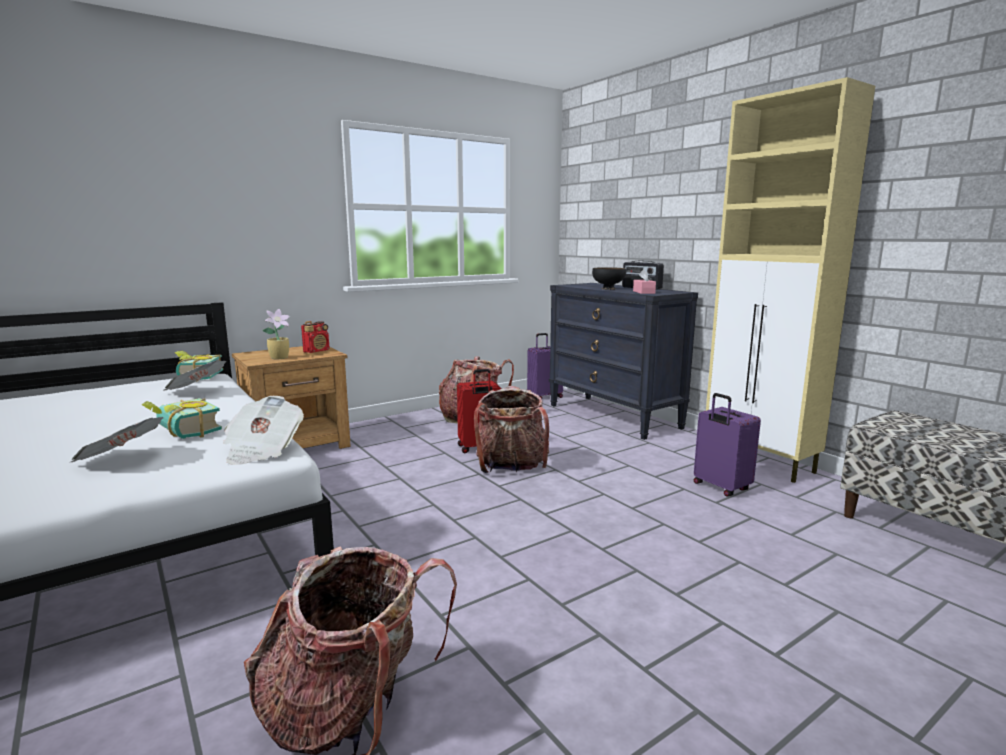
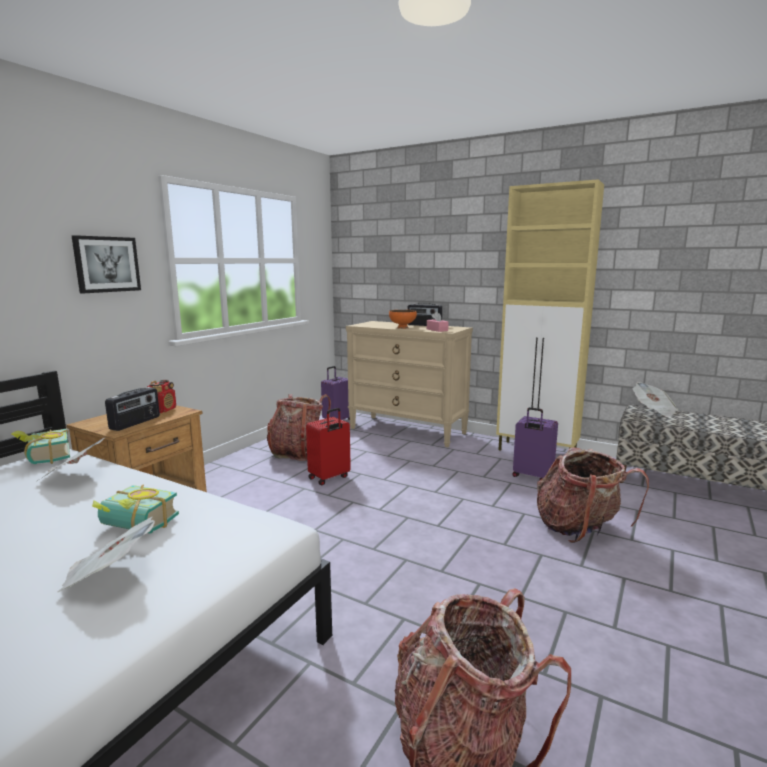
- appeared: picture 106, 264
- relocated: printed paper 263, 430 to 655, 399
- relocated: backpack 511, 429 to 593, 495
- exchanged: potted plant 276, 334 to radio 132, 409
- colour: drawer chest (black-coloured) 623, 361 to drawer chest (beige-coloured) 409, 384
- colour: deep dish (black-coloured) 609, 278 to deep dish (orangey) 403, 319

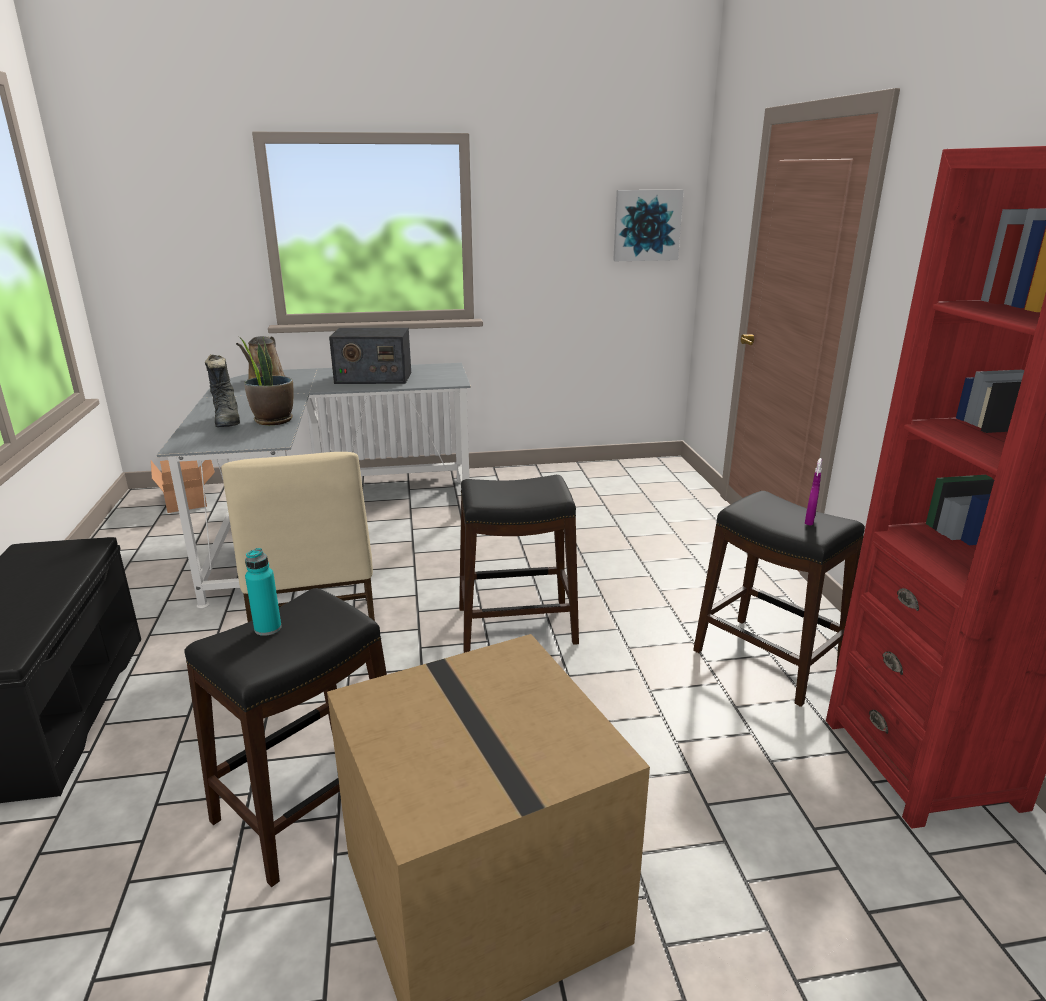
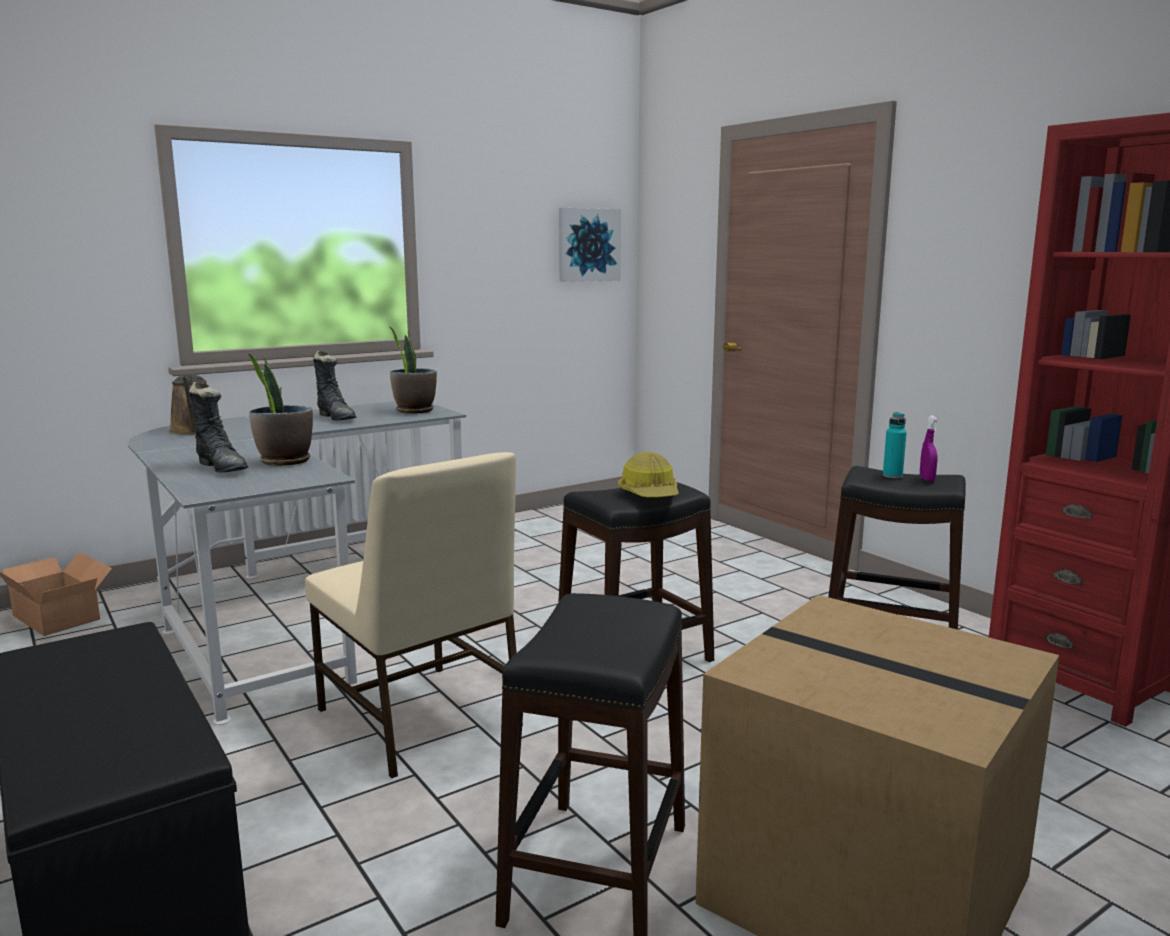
- appeared: potted plant 413, 370
- appeared: hard hat 648, 474
- relocated: drink bottle (turquoise) 263, 592 to 895, 445
- exchanged: radio 370, 356 to high-top boot (black-coloured) 334, 385

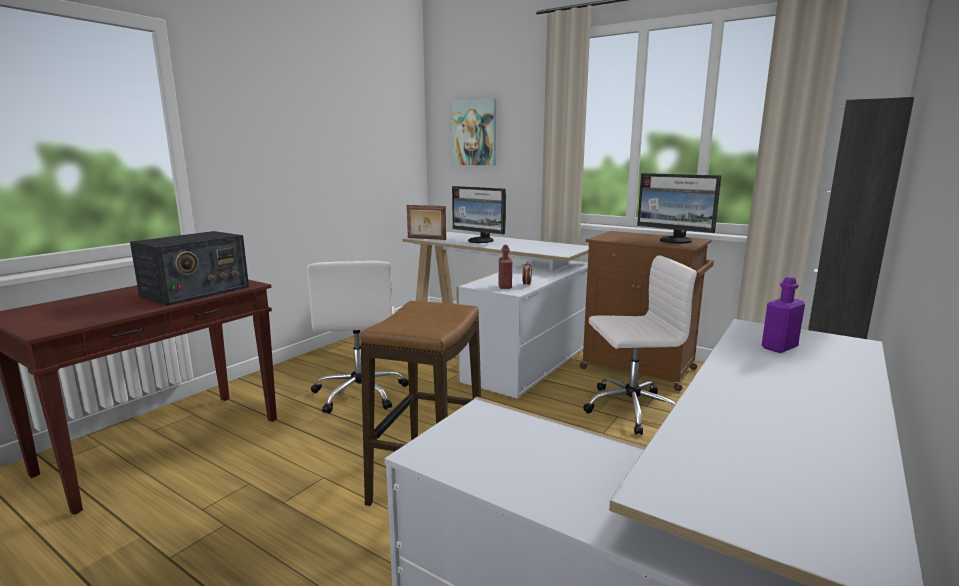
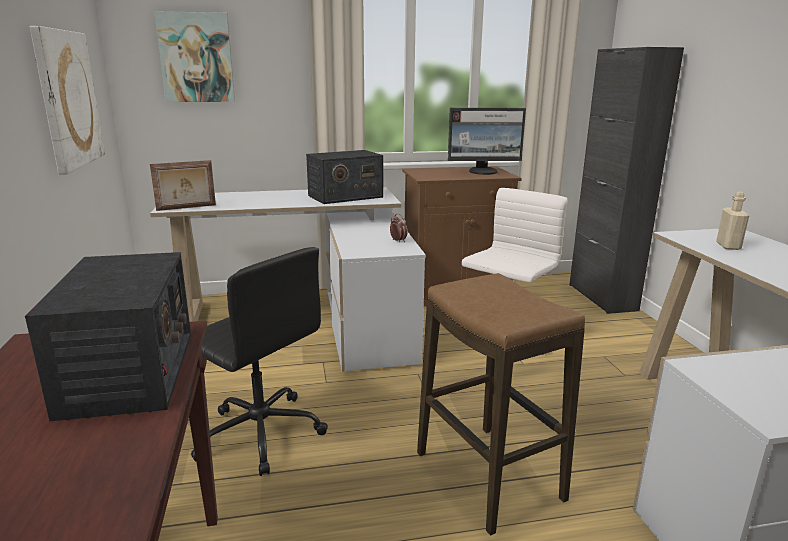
- missing: computer display 479, 214
- missing: drink bottle (red-coloured) 505, 267
- appeared: picture 67, 100
- appeared: radio 344, 177
- colour: office chair (white-coloured) 358, 337 to office chair (black-coloured) 259, 361
- colour: drink bottle (purple-coloured) 783, 315 to drink bottle (beige-coloured) 732, 221

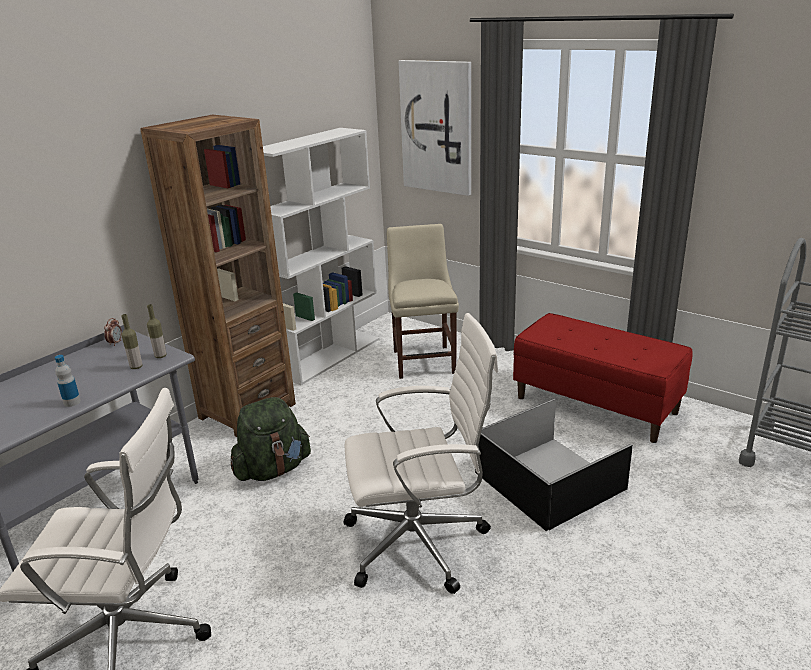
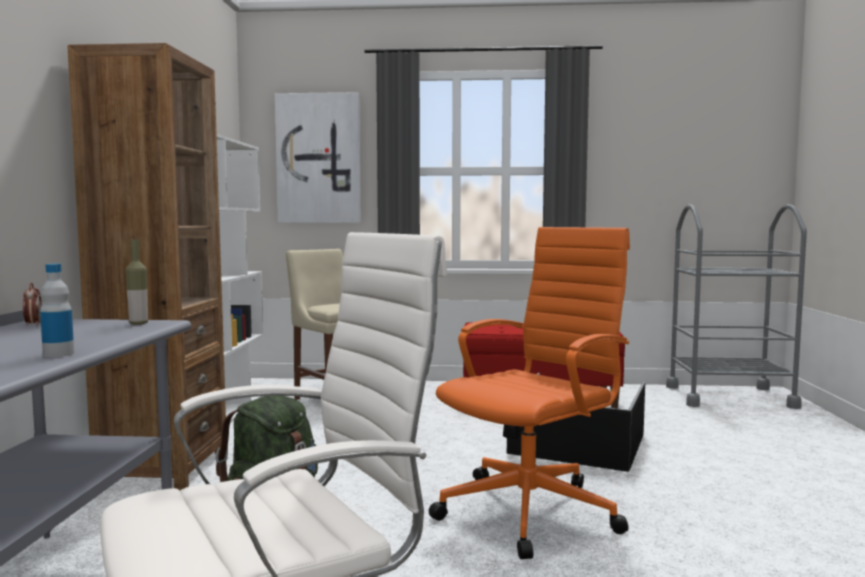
- missing: drink bottle 131, 341
- colour: office chair (white-coloured) 420, 453 to office chair (orangey) 529, 393

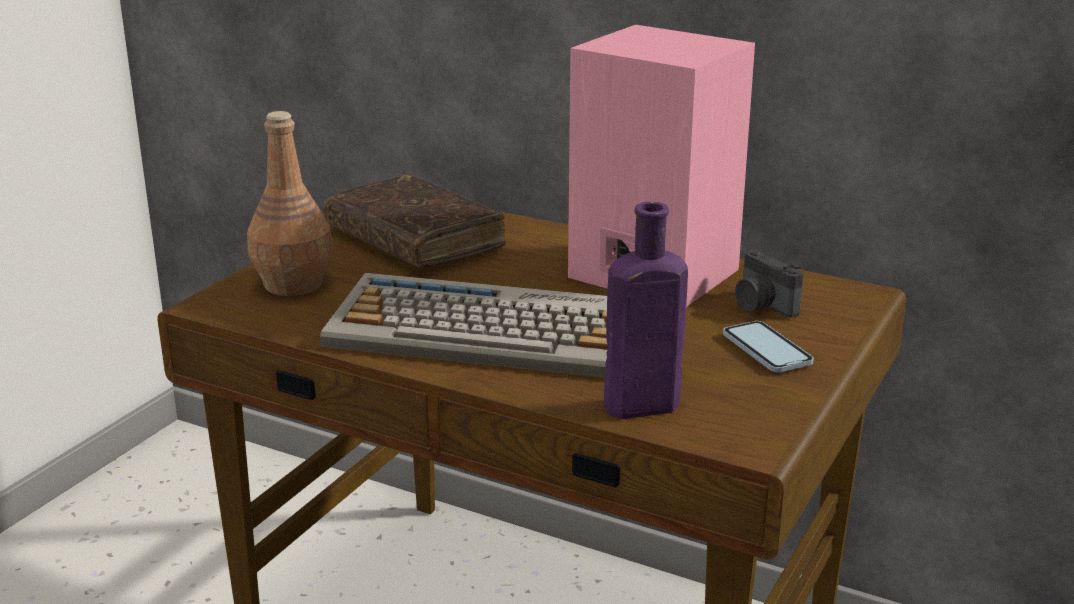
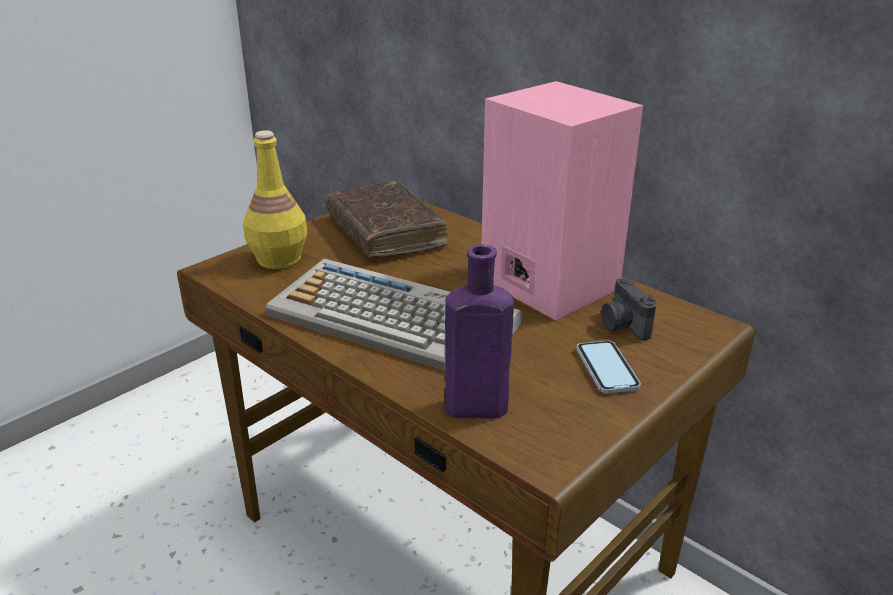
- colour: drink bottle (brown-coloured) 289, 203 to drink bottle (yellow-coloured) 275, 199

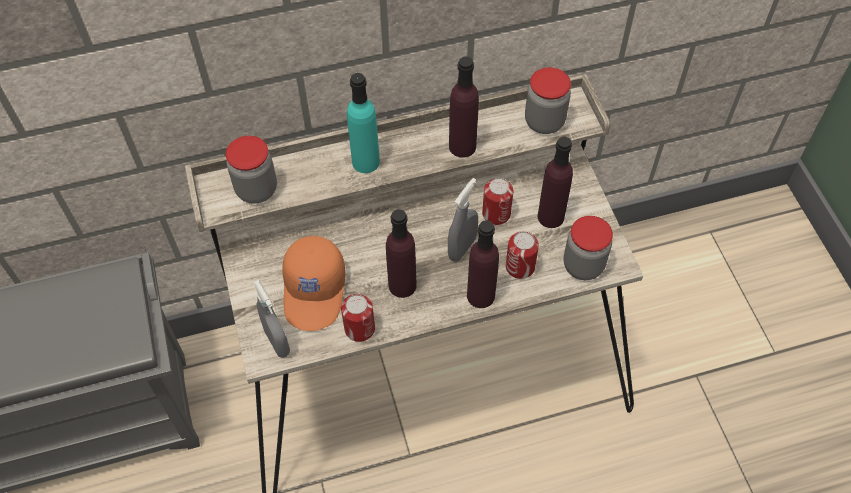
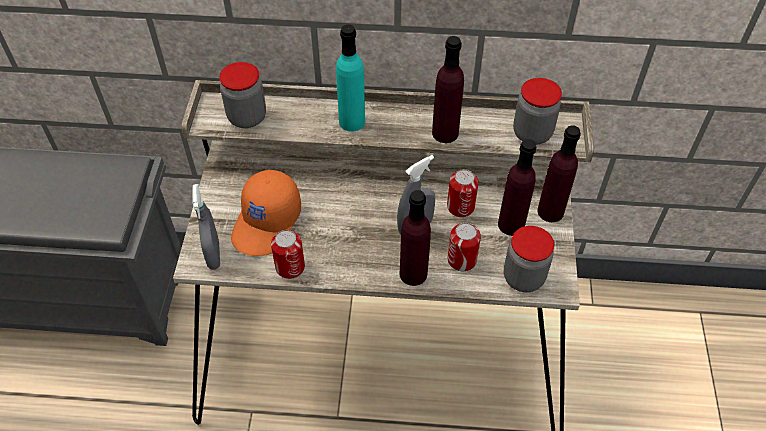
- relocated: drink bottle (purple-coloured) 401, 253 to 559, 173

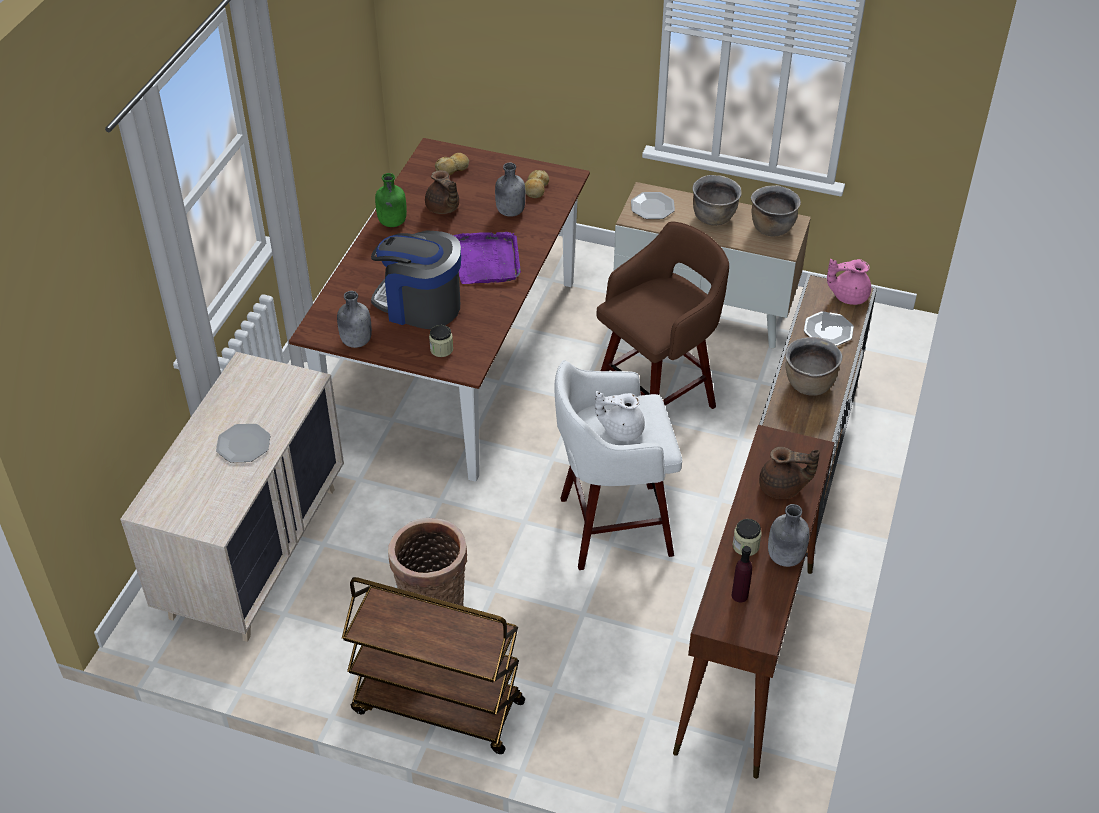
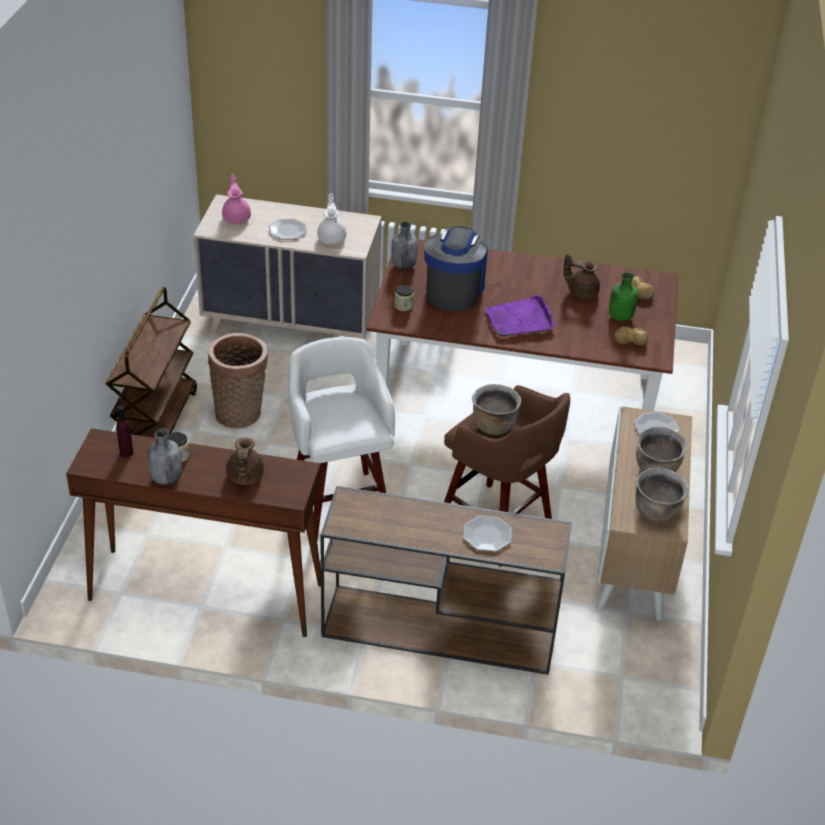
- missing: drink bottle (greyish) 510, 190
- relocated: drink bottle (green-coloured) 391, 200 to 623, 296
- relocated: tea pot (white-coloured) 620, 416 to 331, 218
- relocated: stockpot (brown-coloured) 814, 366 to 496, 409
- relocated: tea pot (pink-coloured) 849, 282 to 236, 199
- spun: tea pot (brown-coloured) 442, 192 = 581, 276 60 degrees clockwise

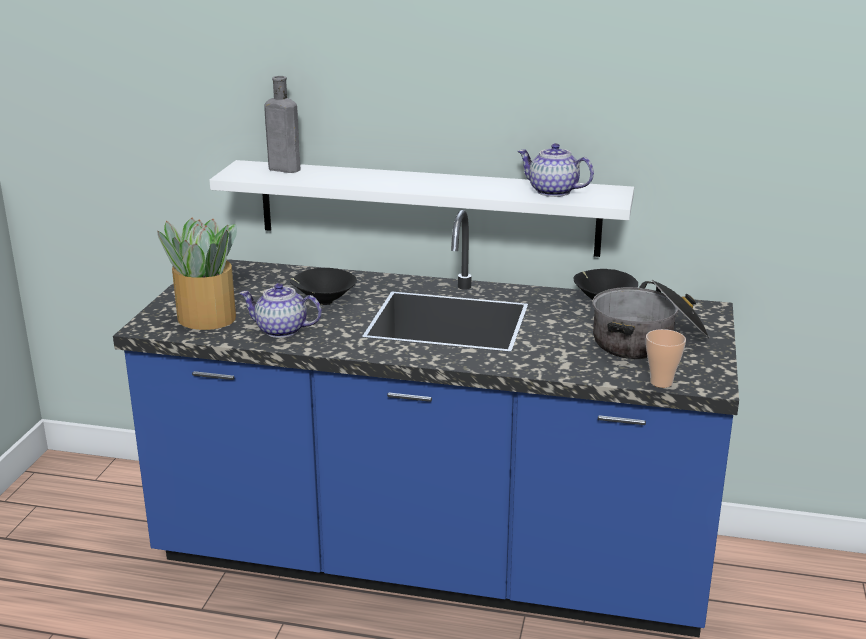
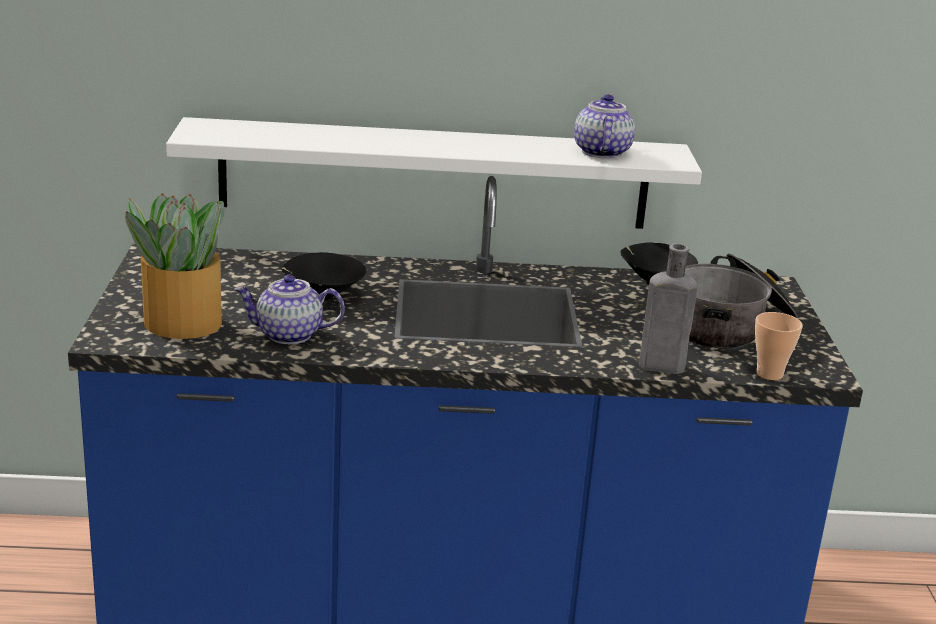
- relocated: drink bottle (greyish) 282, 124 to 668, 308
- spun: tea pot 556, 170 = 604, 126 75 degrees clockwise

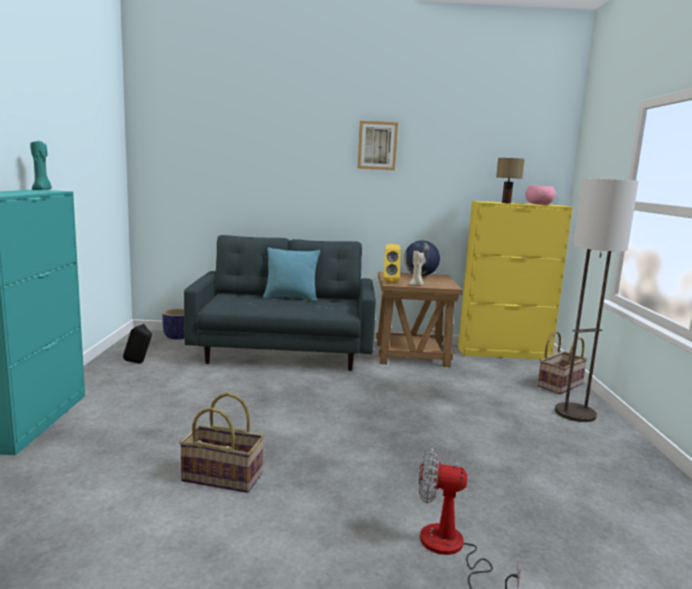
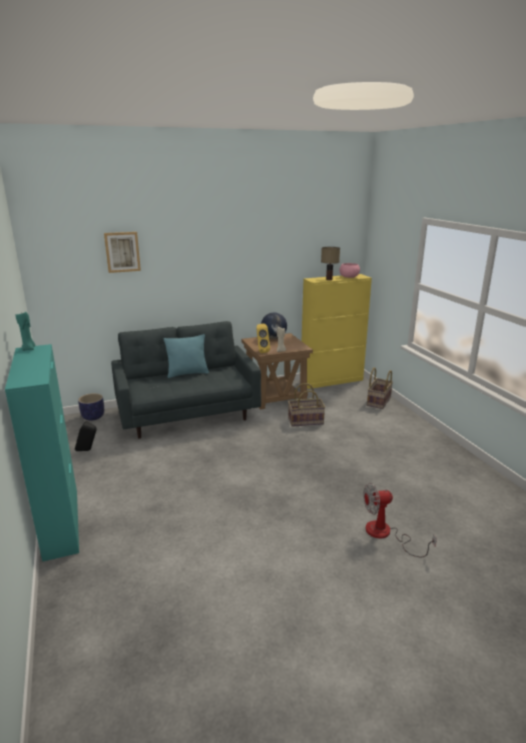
- missing: standing lamp 597, 300
- relocated: household basket 221, 443 to 306, 405
- relocated: picture 378, 145 to 122, 252

